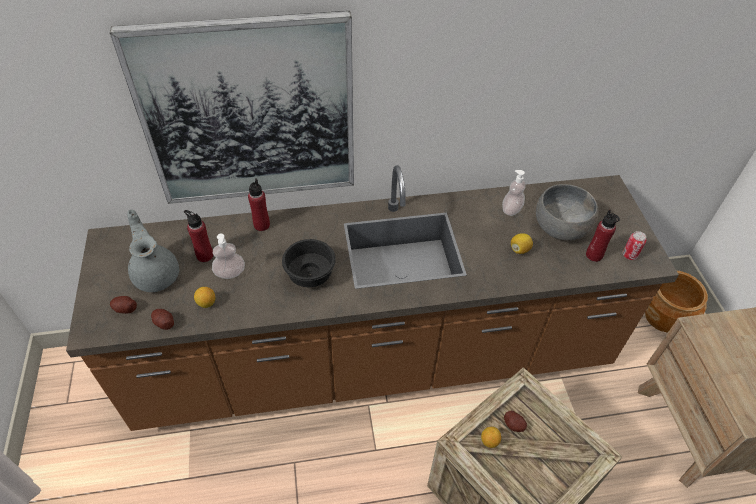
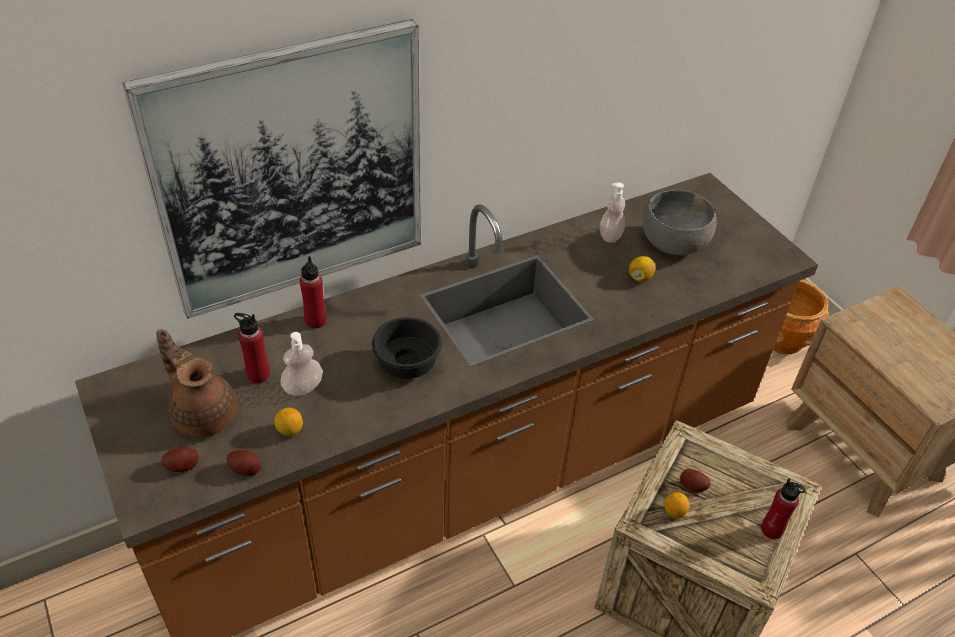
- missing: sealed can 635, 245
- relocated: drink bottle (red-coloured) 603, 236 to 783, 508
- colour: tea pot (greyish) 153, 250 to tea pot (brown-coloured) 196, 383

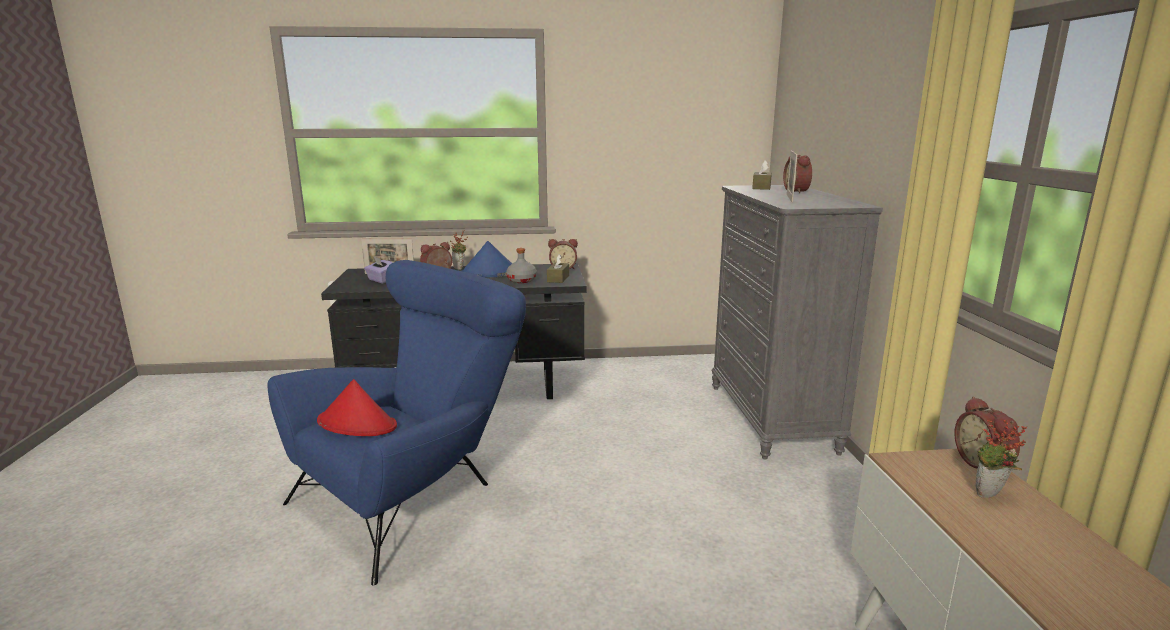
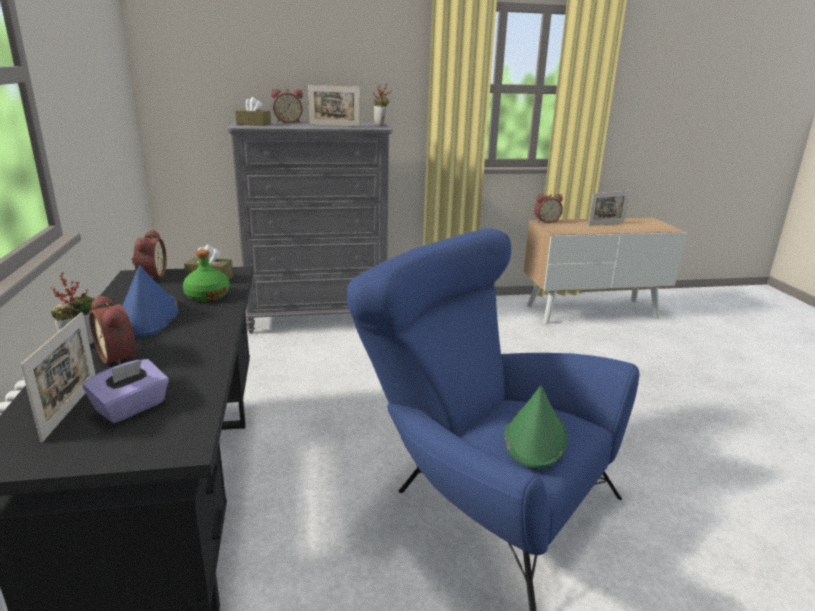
- appeared: standing frame 608, 208
- relocated: potted plant 1002, 459 to 382, 104
- colour: clothing hat (red-coloured) 357, 407 to clothing hat (green-coloured) 535, 427
- colour: drink bottle (greyish) 521, 265 to drink bottle (green-coloured) 206, 275

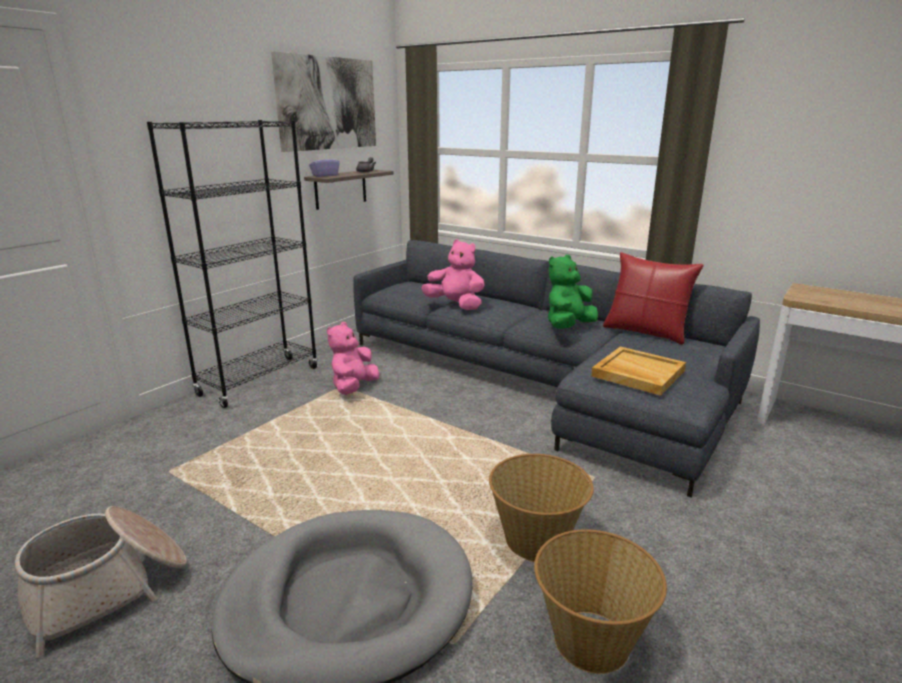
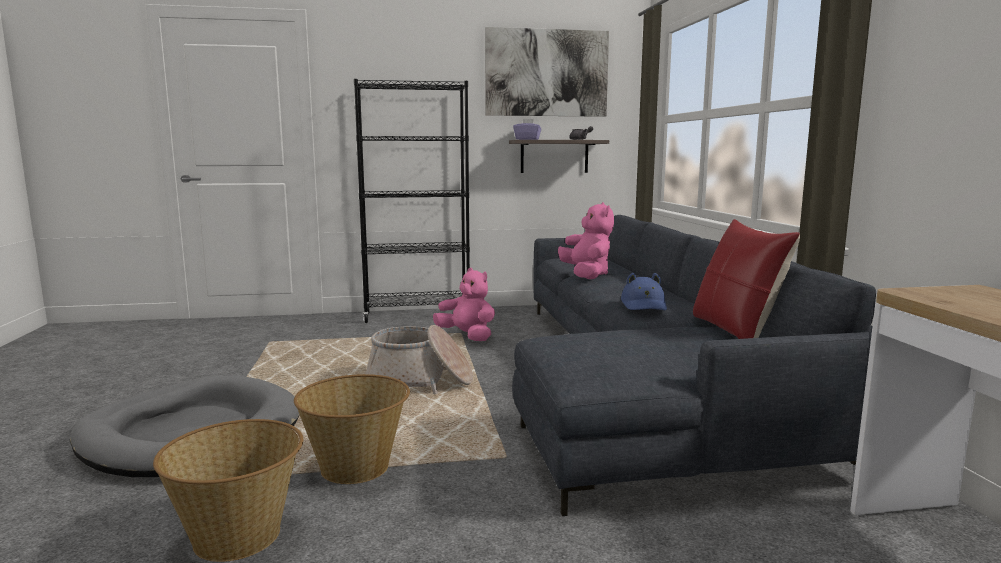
- missing: carrying tray (beige-coloured) 638, 371
- relocated: household basket 101, 582 to 419, 359
- exchanged: plush toy (green-coloured) 573, 291 to clothing hat (blue-coloured) 644, 291
- spun: plush toy (pink-coloured) 353, 358 = 464, 304 60 degrees clockwise

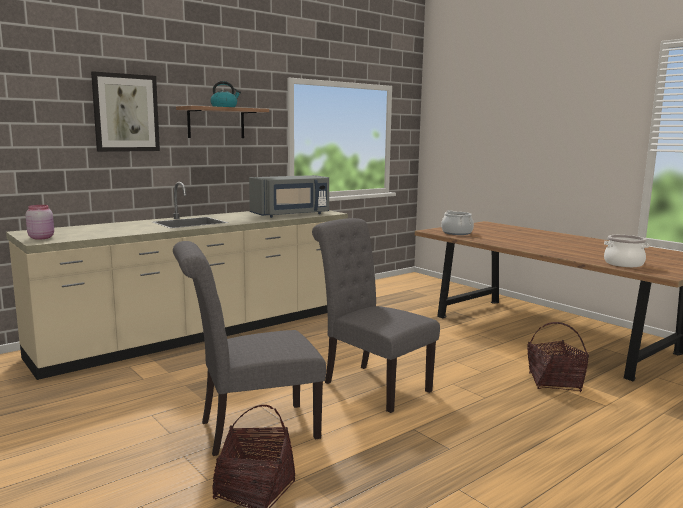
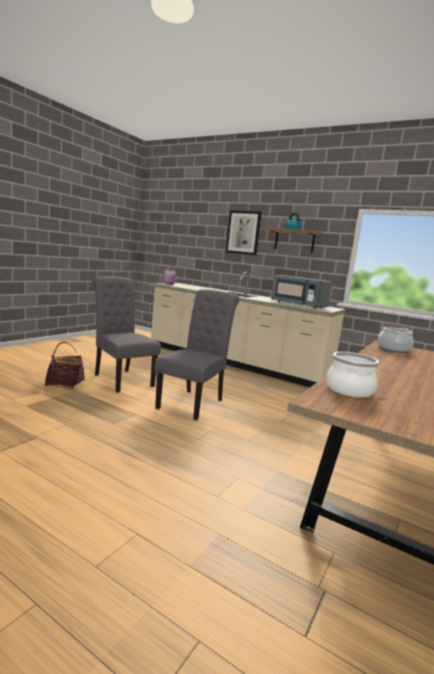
- missing: household basket 558, 357

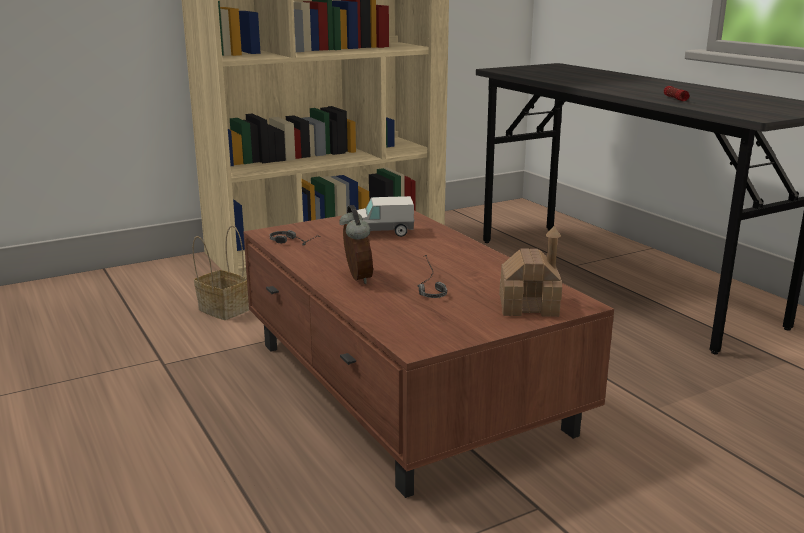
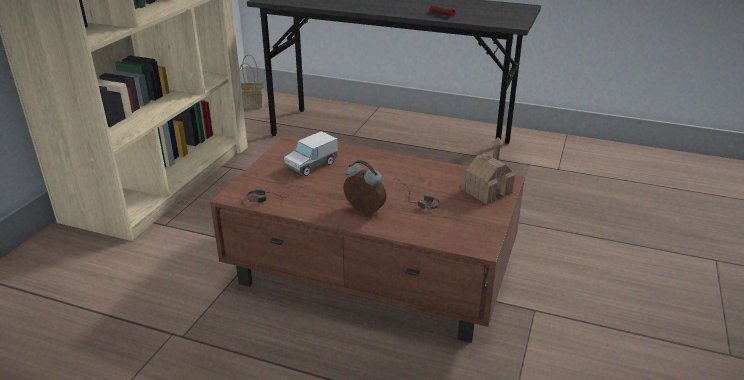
- relocated: household basket 220, 272 to 252, 81

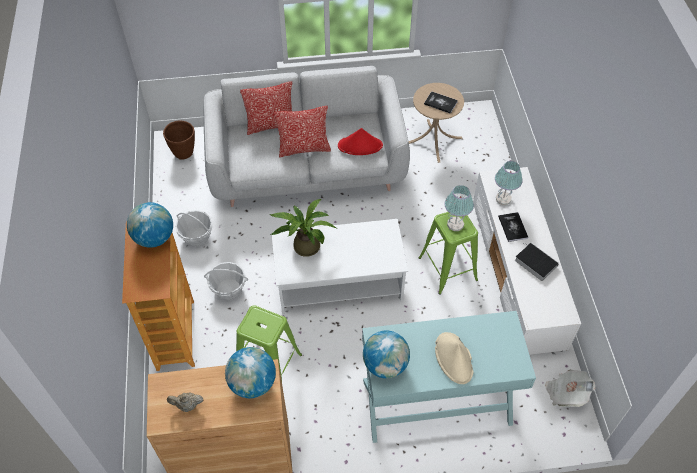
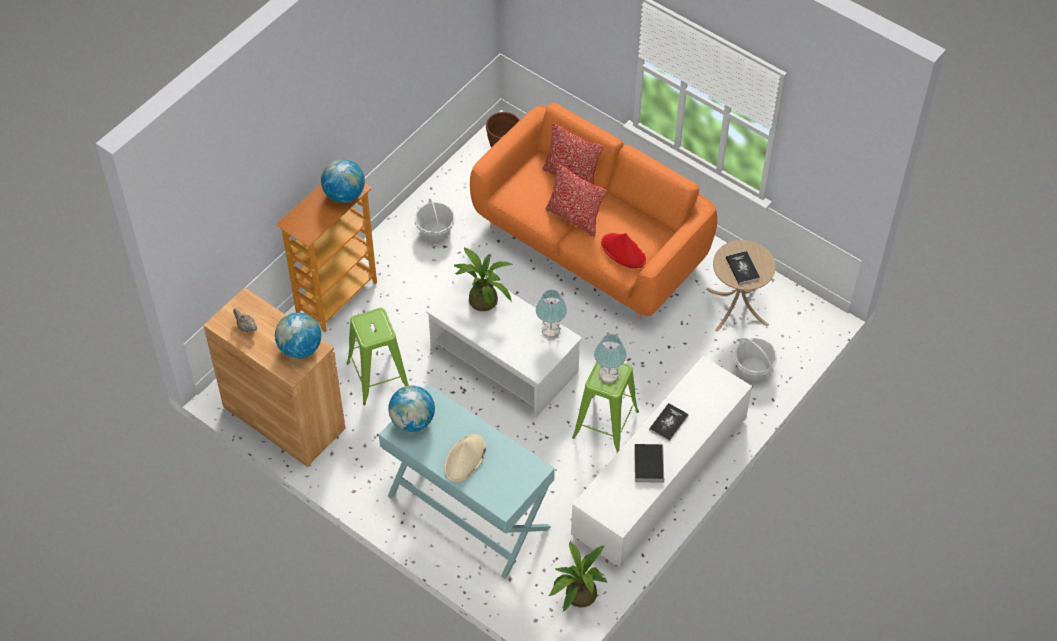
- relocated: household basket 226, 281 to 755, 359
- relocated: table lamp 509, 183 to 551, 314
- exchanged: printed paper 570, 388 to potted plant 578, 576
- colour: sofa (greyish) 306, 136 to sofa (orangey) 593, 211

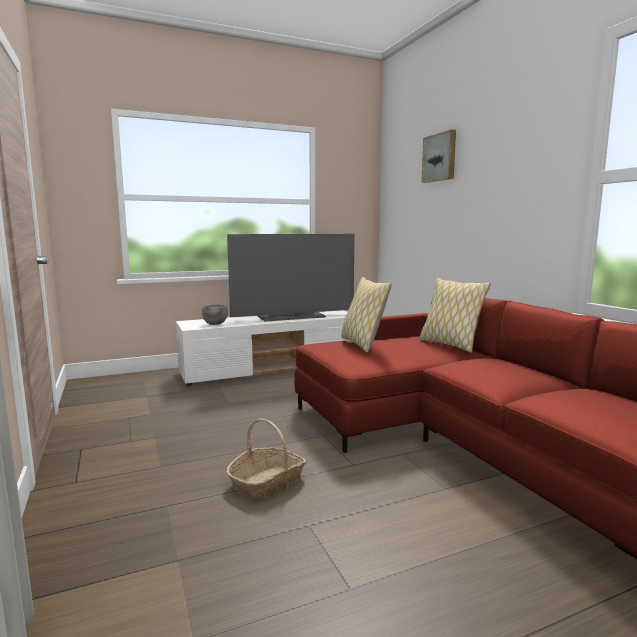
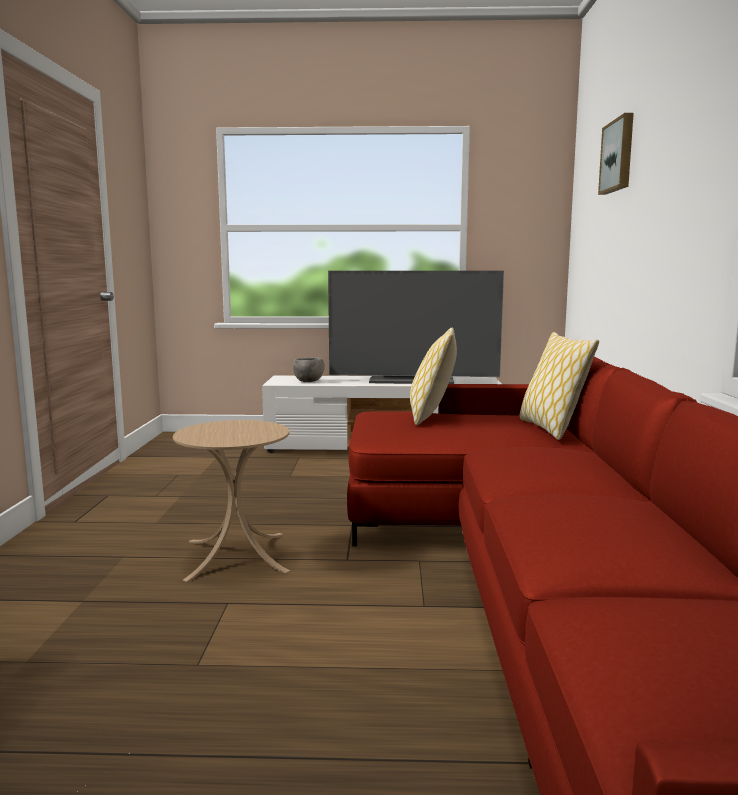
- exchanged: household basket 266, 459 to side table (beige-coloured) 231, 501

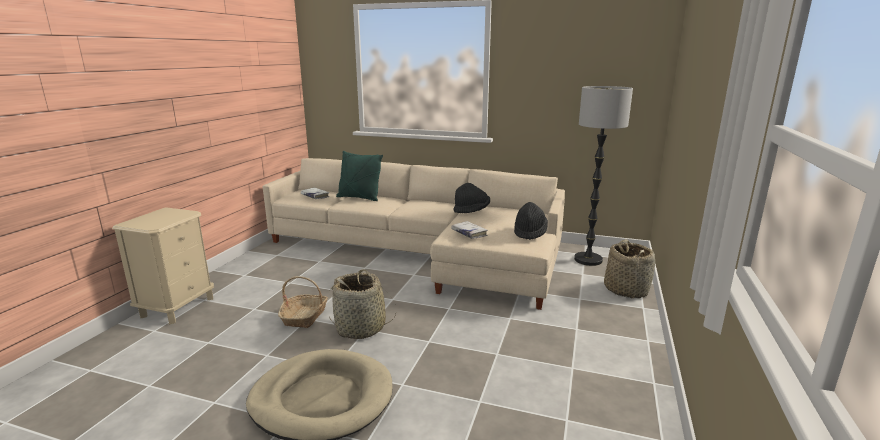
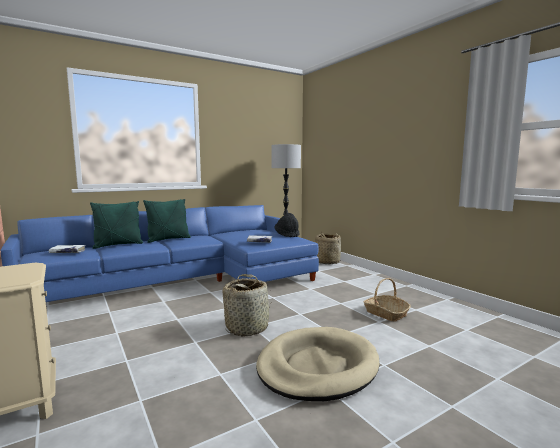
- missing: clothing hat (black-coloured) 471, 198
- appeared: throw pillow (green-coloured) 167, 221
- relocated: household basket 303, 302 to 387, 300
- colour: sofa (beige-coloured) 414, 234 to sofa (blue-coloured) 160, 253

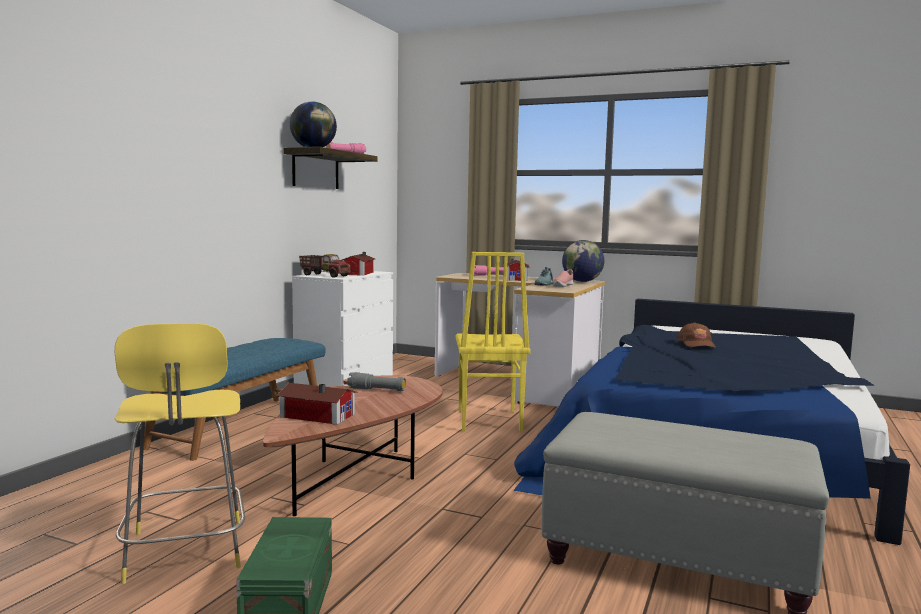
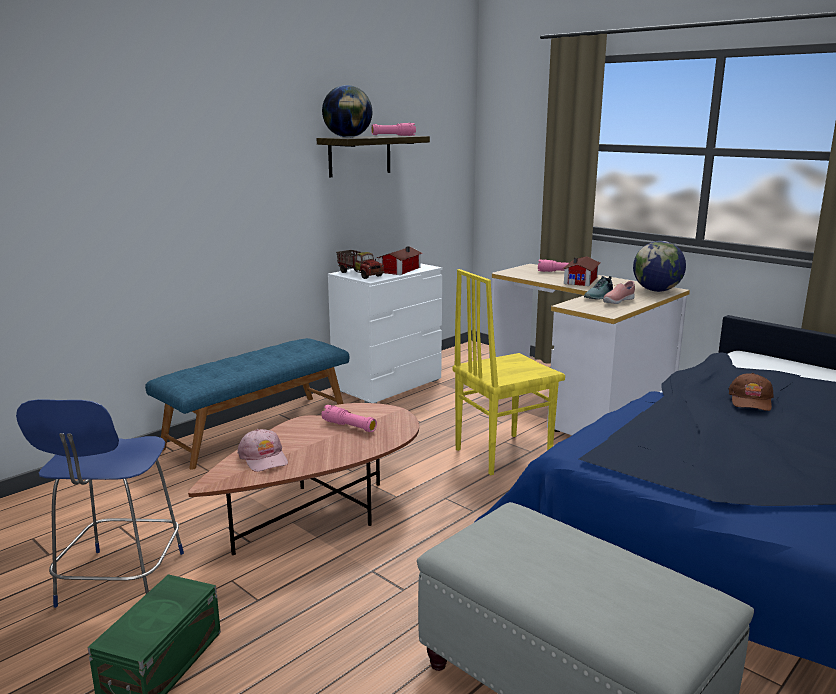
- exchanged: miniature house 317, 404 to baseball cap (pink-coloured) 262, 450
- colour: stool seat (yellow-coloured) 180, 453 to stool seat (blue-coloured) 100, 503
- colour: flashlight (greyish) 376, 381 to flashlight (pink-coloured) 349, 418
- spun: upright chair (yellow-coloured) 493, 342 = 508, 372 45 degrees clockwise

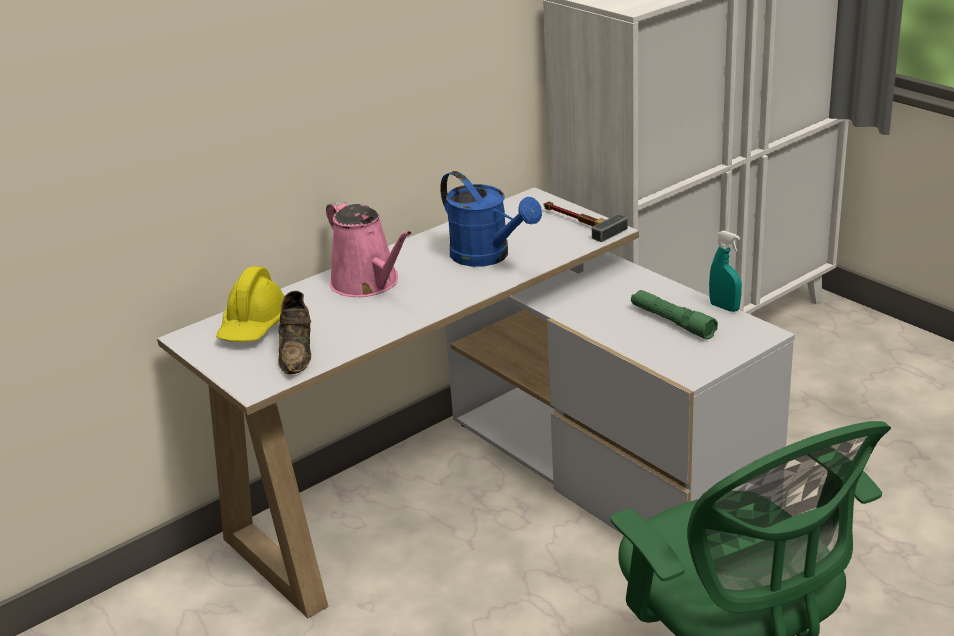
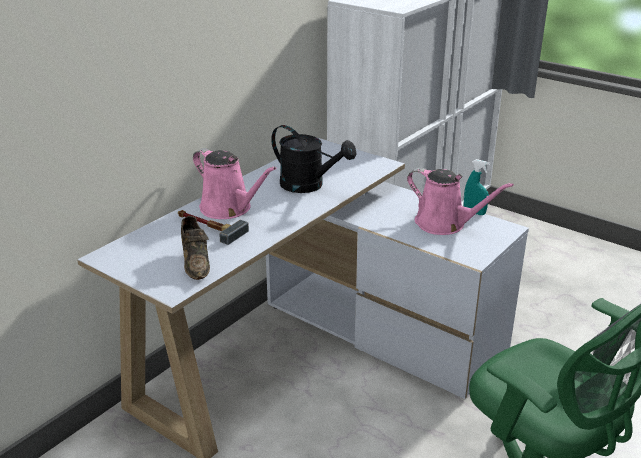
- missing: hard hat (yellow-coloured) 250, 304
- relocated: tool hammer 586, 221 to 213, 227
- exchanged: flashlight (green-coloured) 674, 315 to sprinkling can (pink-coloured) 460, 201
- colour: sprinkling can (blue-coloured) 491, 219 to sprinkling can (black-coloured) 314, 159

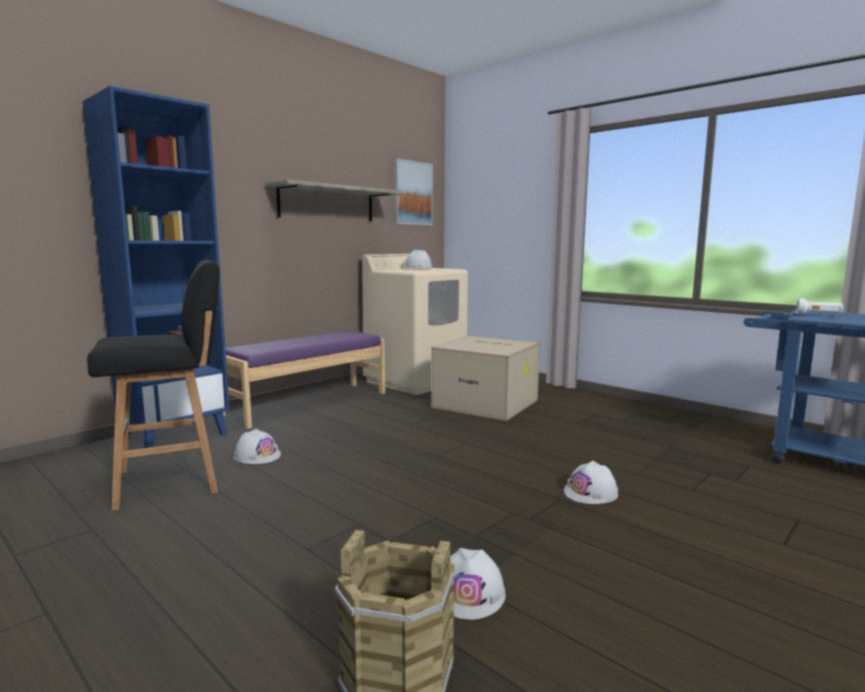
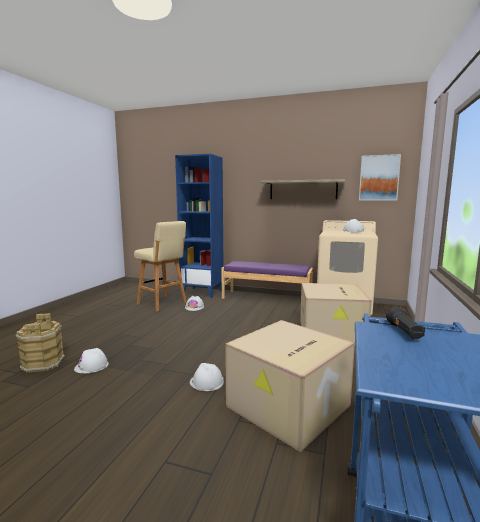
- appeared: cardboard box 290, 386
- colour: stool seat (black-coloured) 153, 385 to stool seat (beige-coloured) 160, 266
- colour: flashlight (white-coloured) 819, 306 to flashlight (black-coloured) 405, 323

